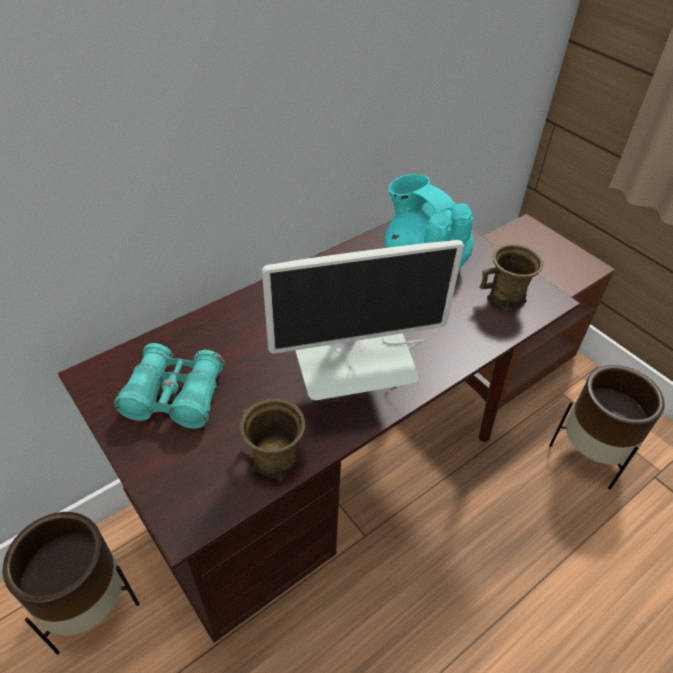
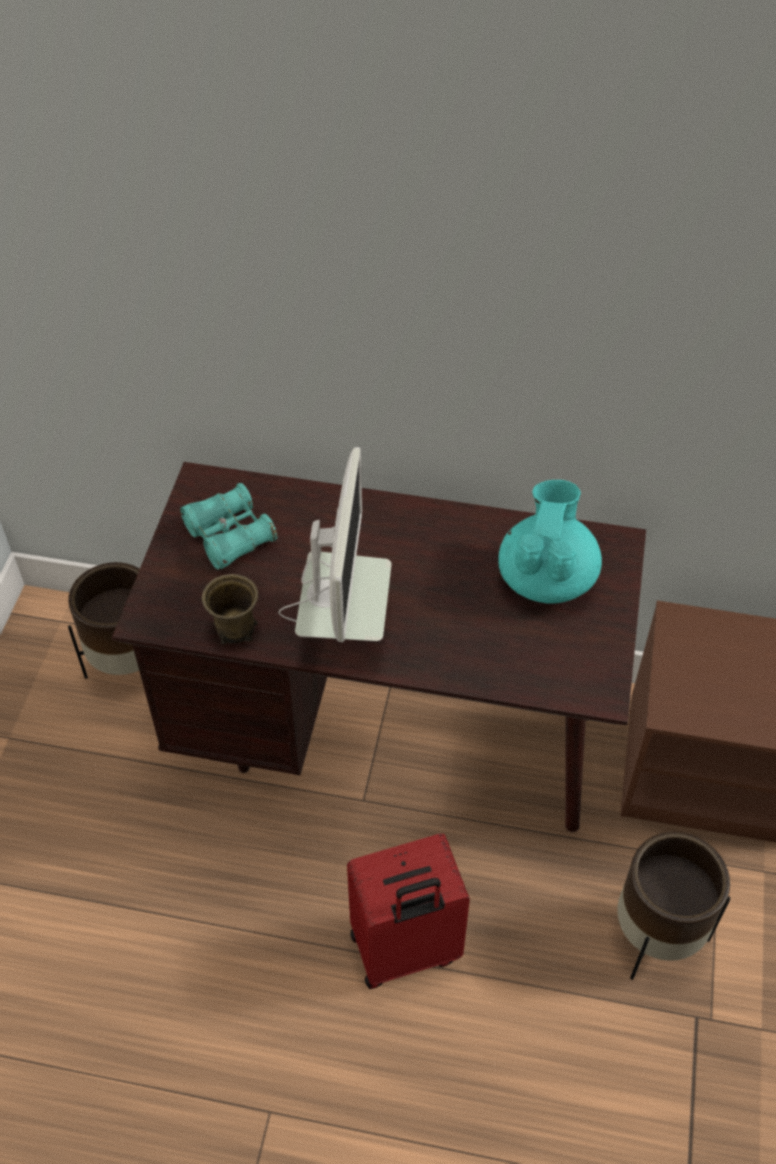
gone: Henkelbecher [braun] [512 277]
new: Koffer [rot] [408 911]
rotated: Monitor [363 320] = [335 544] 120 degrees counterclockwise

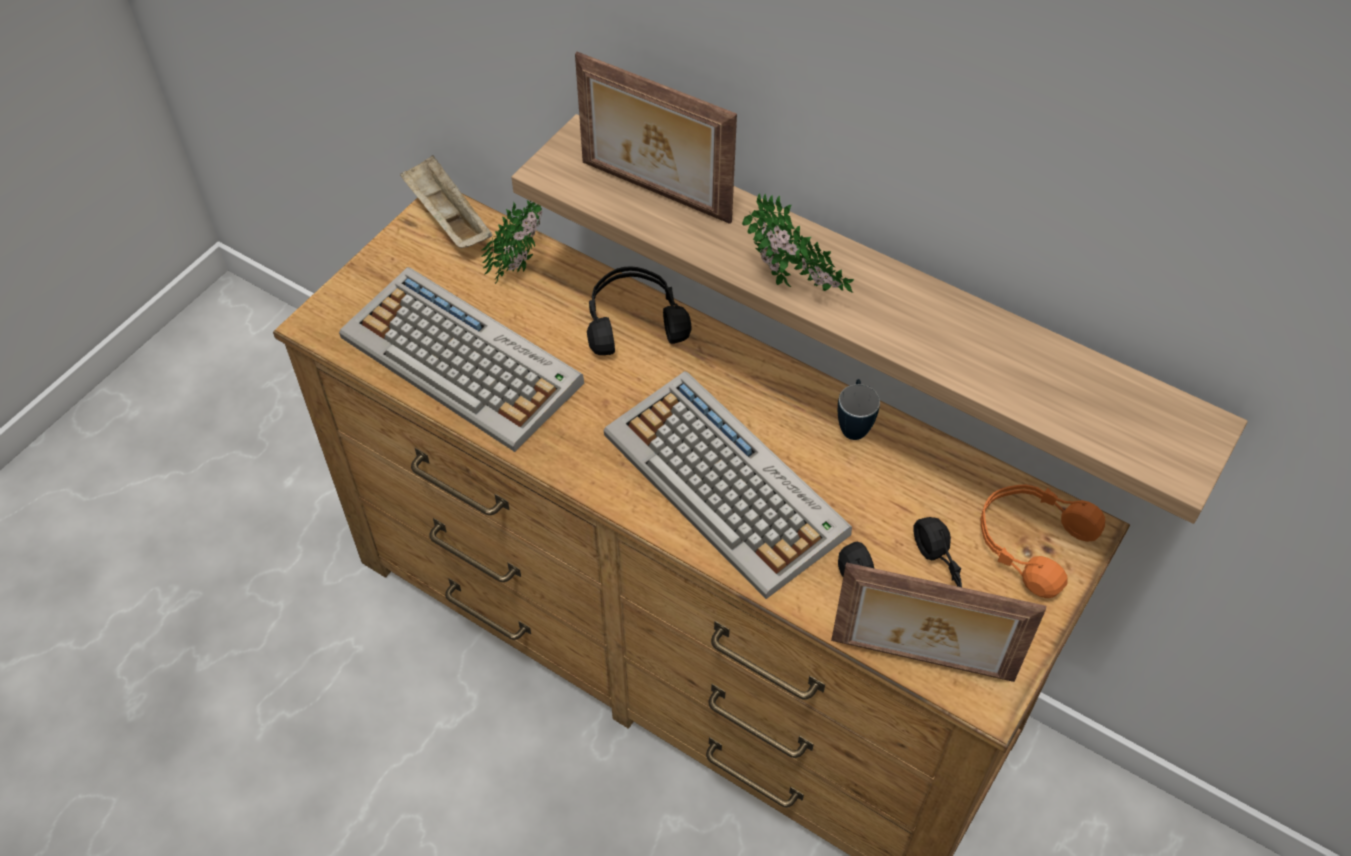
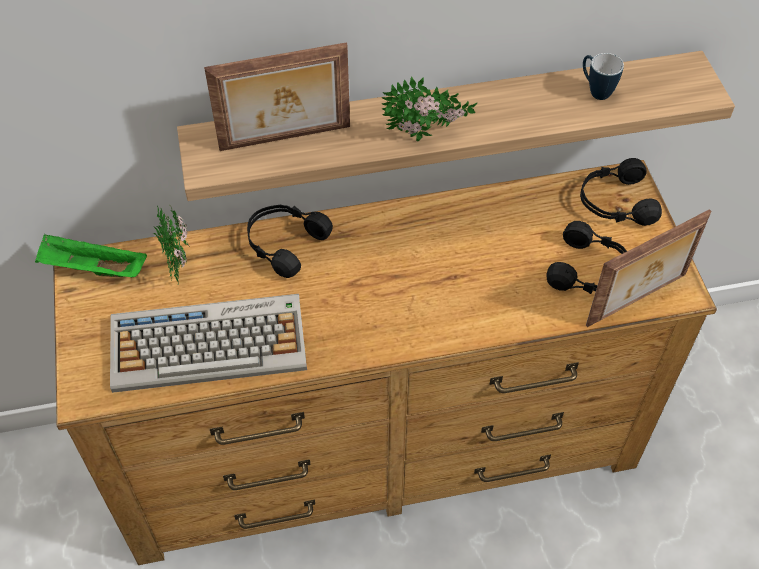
gone: Tastatur [727 485]
shifted: Henkelbecher [859 409] to [603 76]
repainted: Tablett [beige] [446 201] to Tablett [grün] [91 255]; Kopfhörer [orange] [1043 541] to Kopfhörer [schwarz] [621 192]

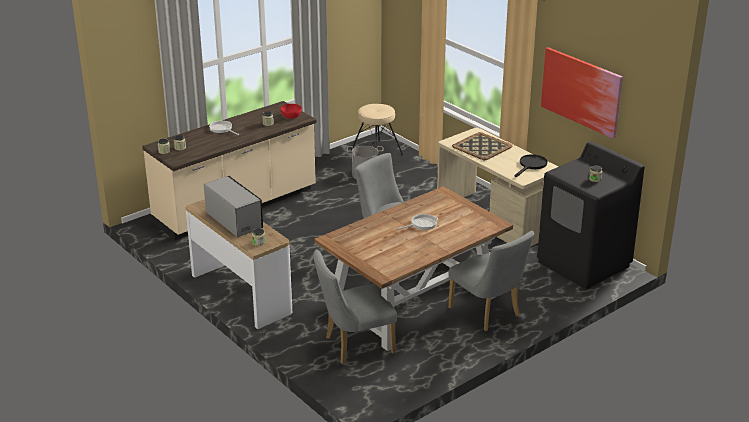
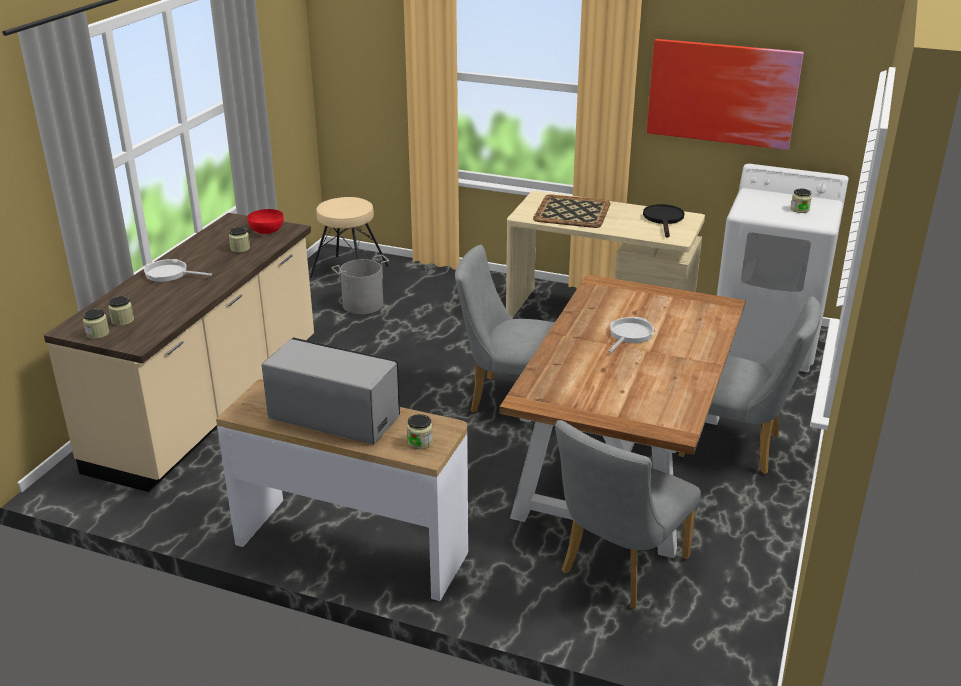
repainted: Waschmaschine [schwarz] [591 215] to Waschmaschine [weiß] [783 268]

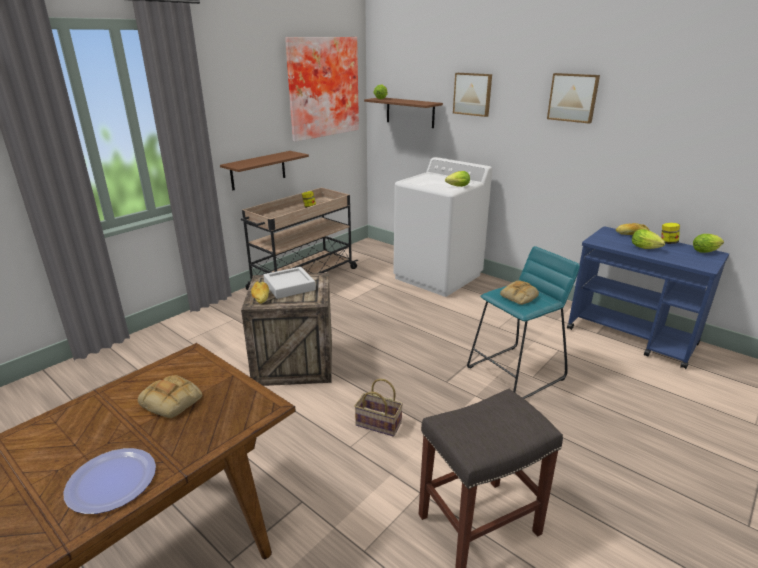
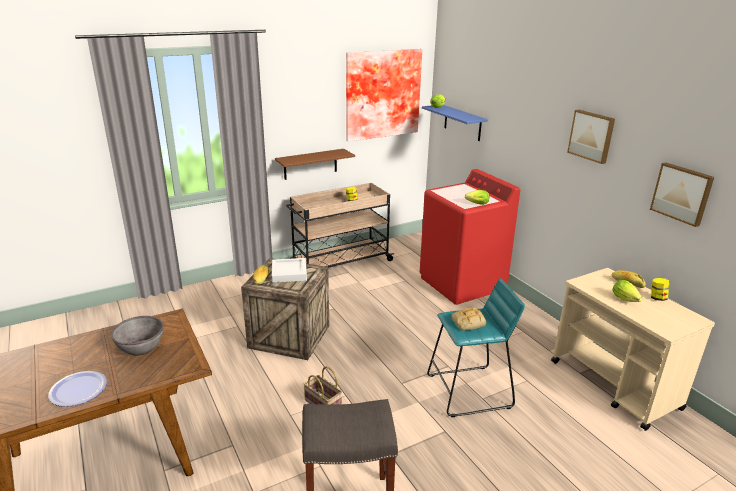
gone: Salatkopf [708 243]
shifted: Bild [472 95] to [682 194]
swapped: Brot [170 397] to Schüssel [grau] [137 336]
repainted: Wandregal [braun] [403 113] to Wandregal [blau] [455 123]; Waschmaschine [weiß] [442 227] to Waschmaschine [rot] [469 237]; Rollwagen [blau] [648 297] to Rollwagen [beige] [633 349]

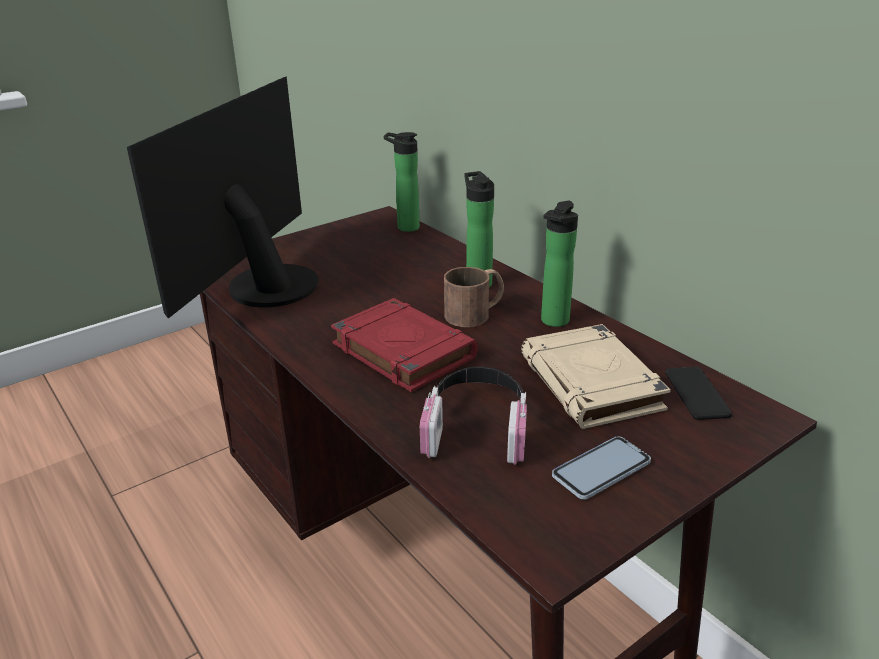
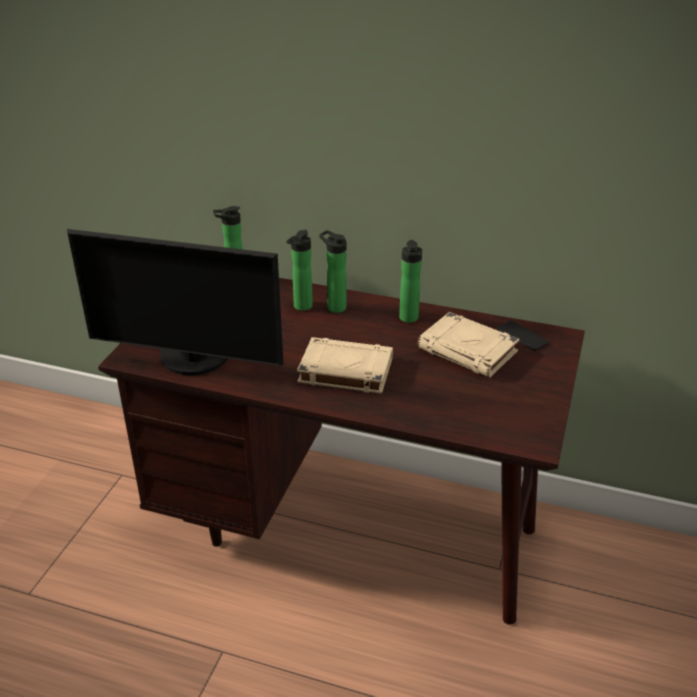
gone: Kopfhörer [473 415]; Henkelbecher [braun] [474 297]; Handy [601 468]
new: Flasche [299 270]
repainted: Buch [rot] [404 345] to Buch [beige] [345 365]
rotated: Monitor [223 197] = [175 302] 60 degrees counterclockwise

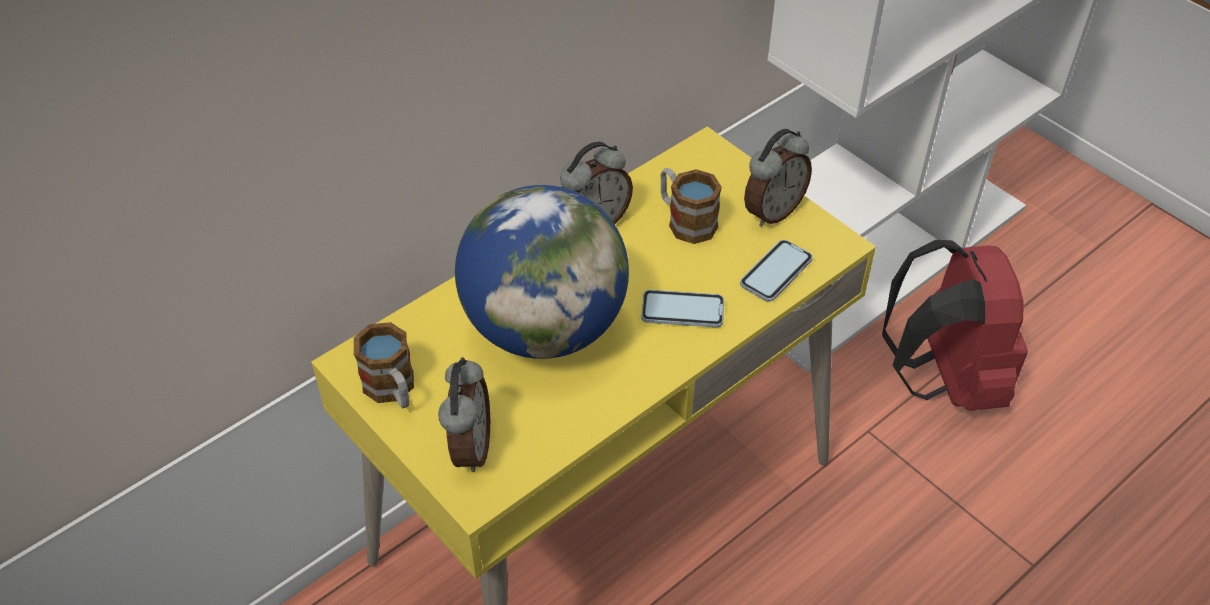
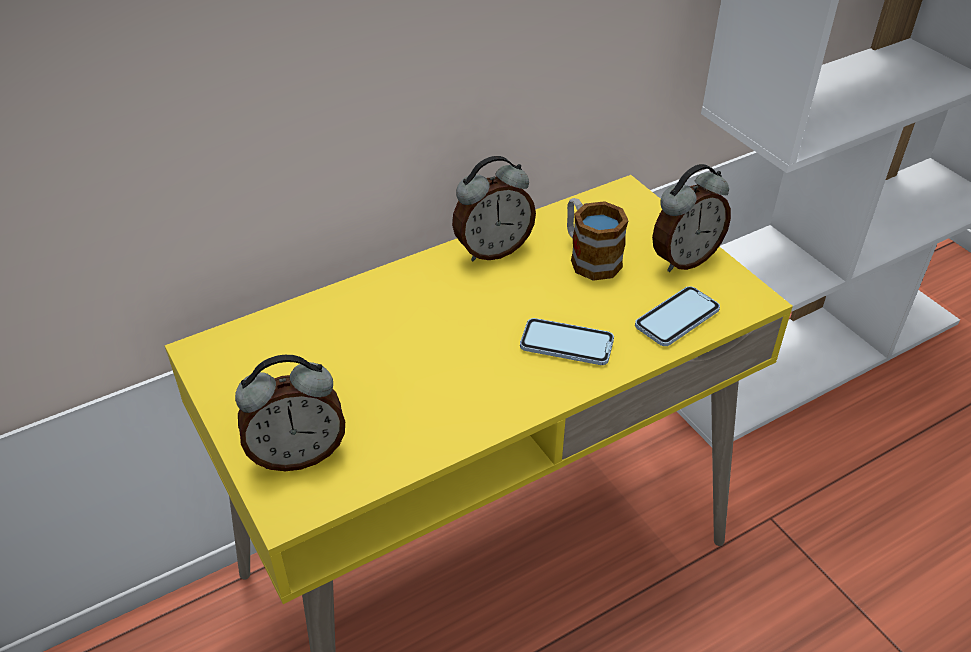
gone: Henkelbecher [384 365]; Globus [542 272]; Rucksack [rot] [955 325]
rotated: Wecker [464 414] = [290 413] 60 degrees clockwise

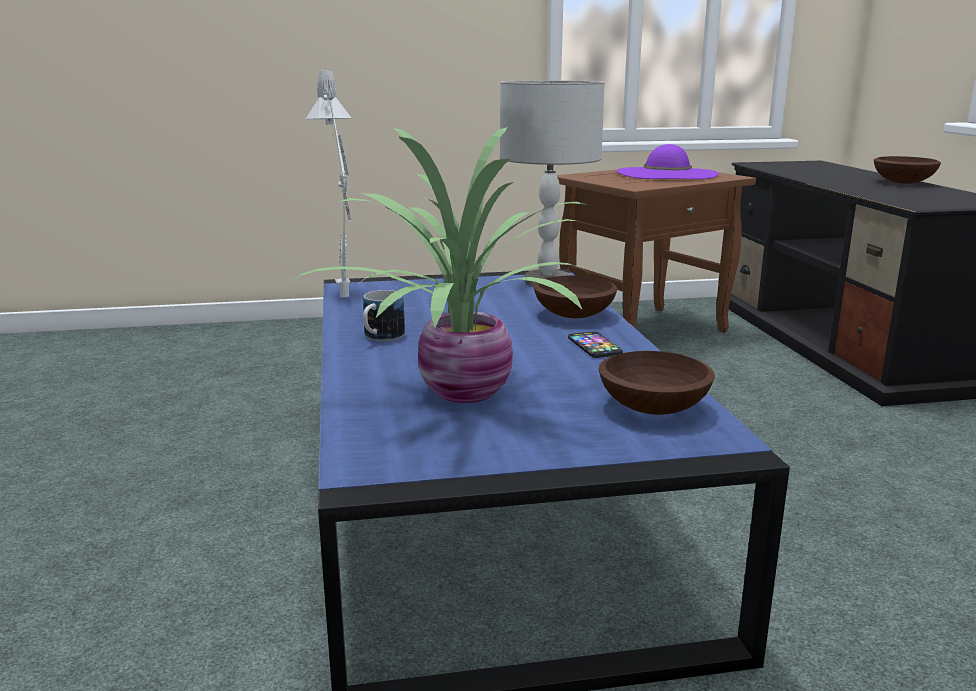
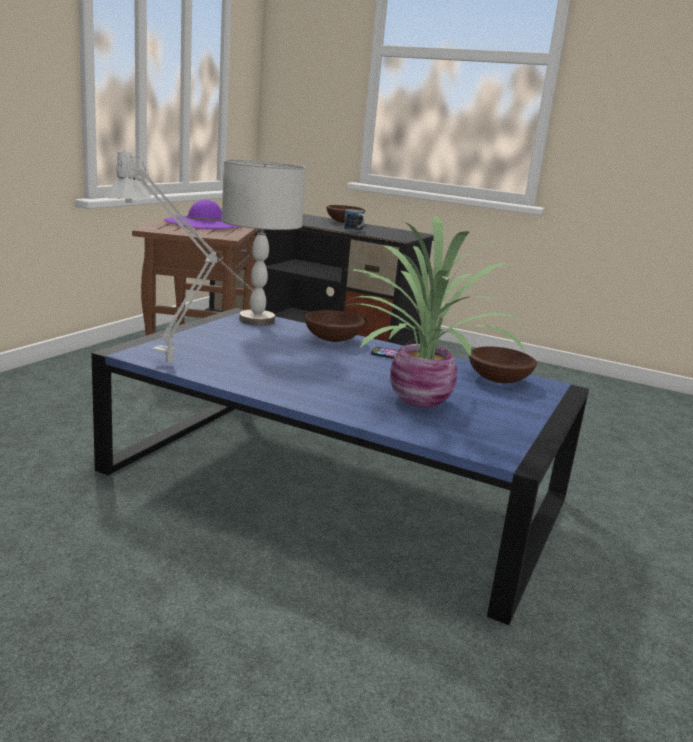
shifted: Henkelbecher [384 315] to [354 220]

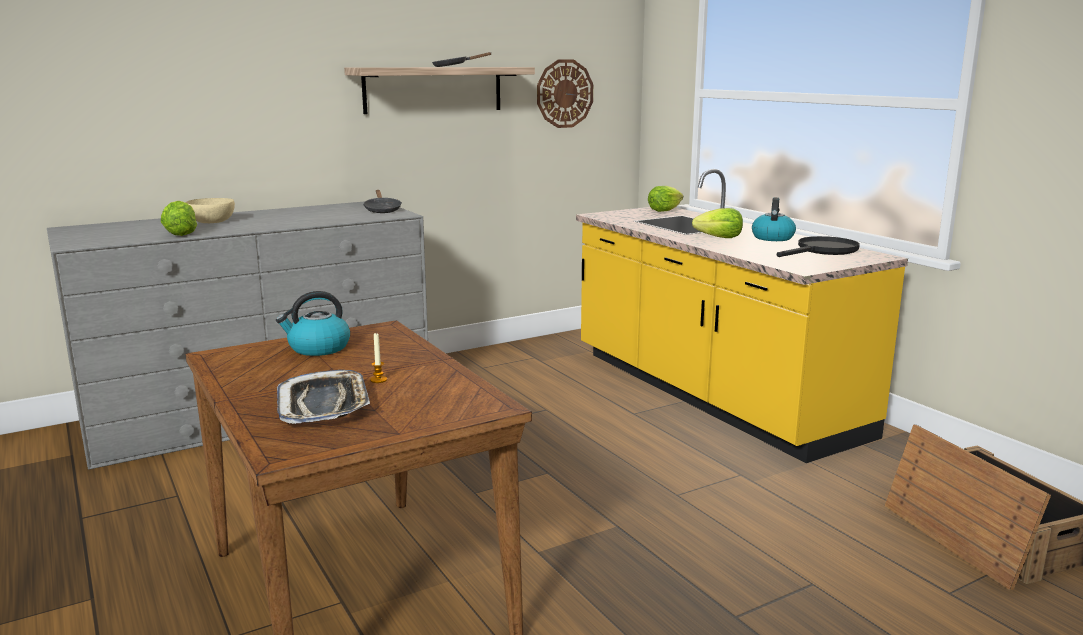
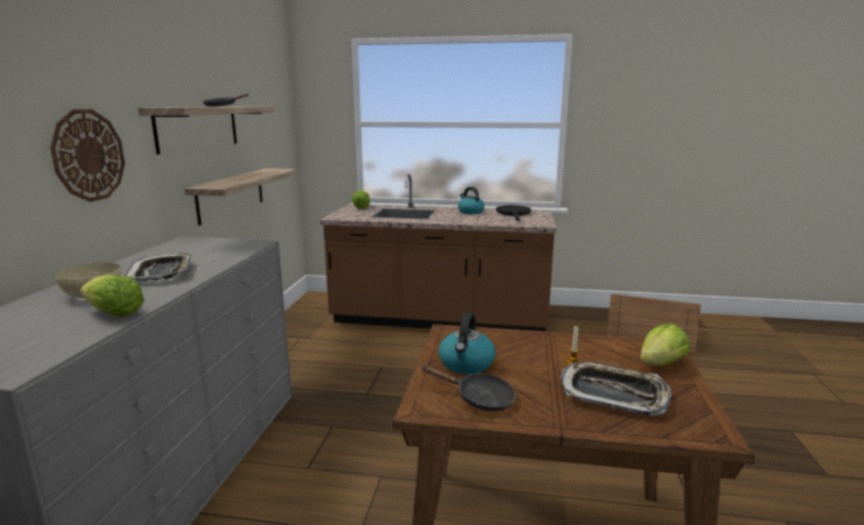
new: Tablett [158 267]; Wandregal [240 197]
shifted: Pfanne [schwarz] [382 201] to [468 388]; Wanduhr [565 93] to [87 155]; Salatkopf [717 223] to [665 344]
repainted: Küchenzeile [gelb] [742 316] to Küchenzeile [braun] [438 252]

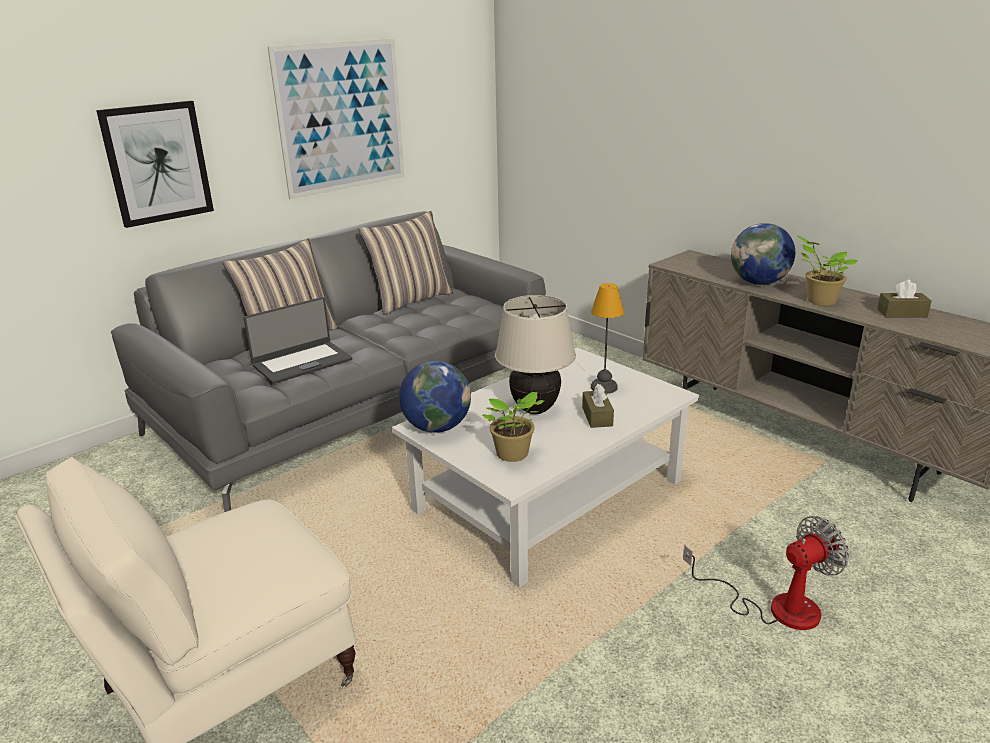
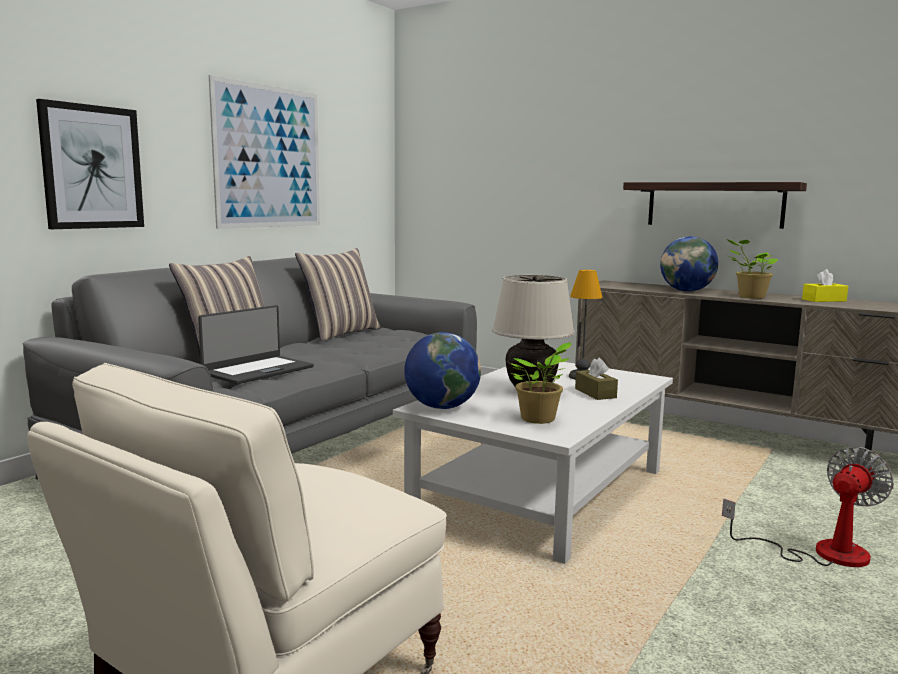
new: Wandregal [715 205]
repainted: Taschentuchbox [braun] [904 299] to Taschentuchbox [gelb] [825 285]

